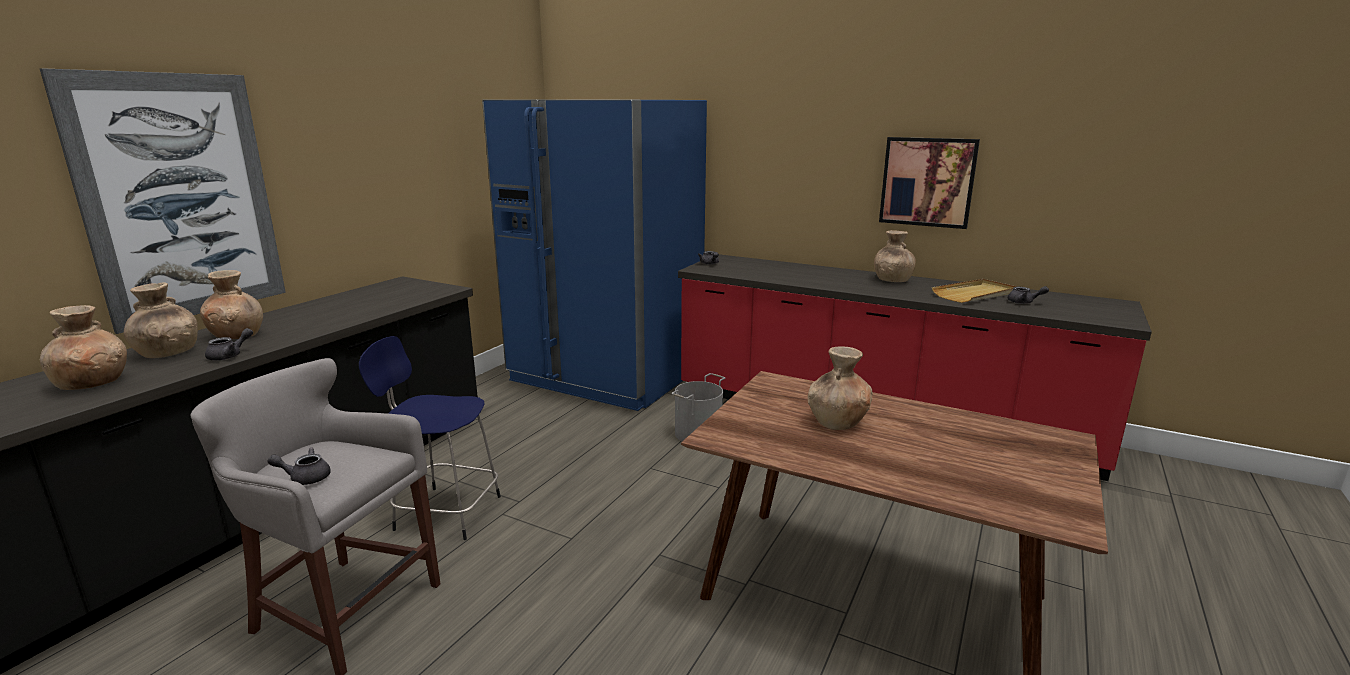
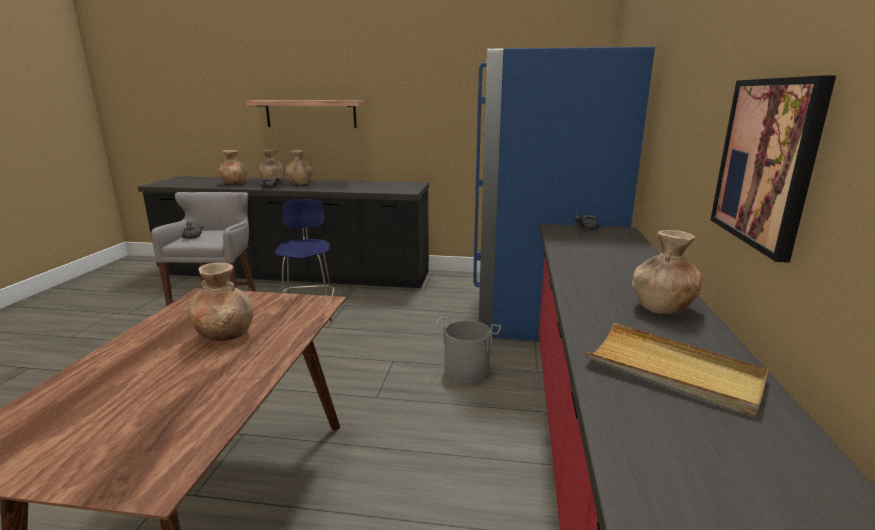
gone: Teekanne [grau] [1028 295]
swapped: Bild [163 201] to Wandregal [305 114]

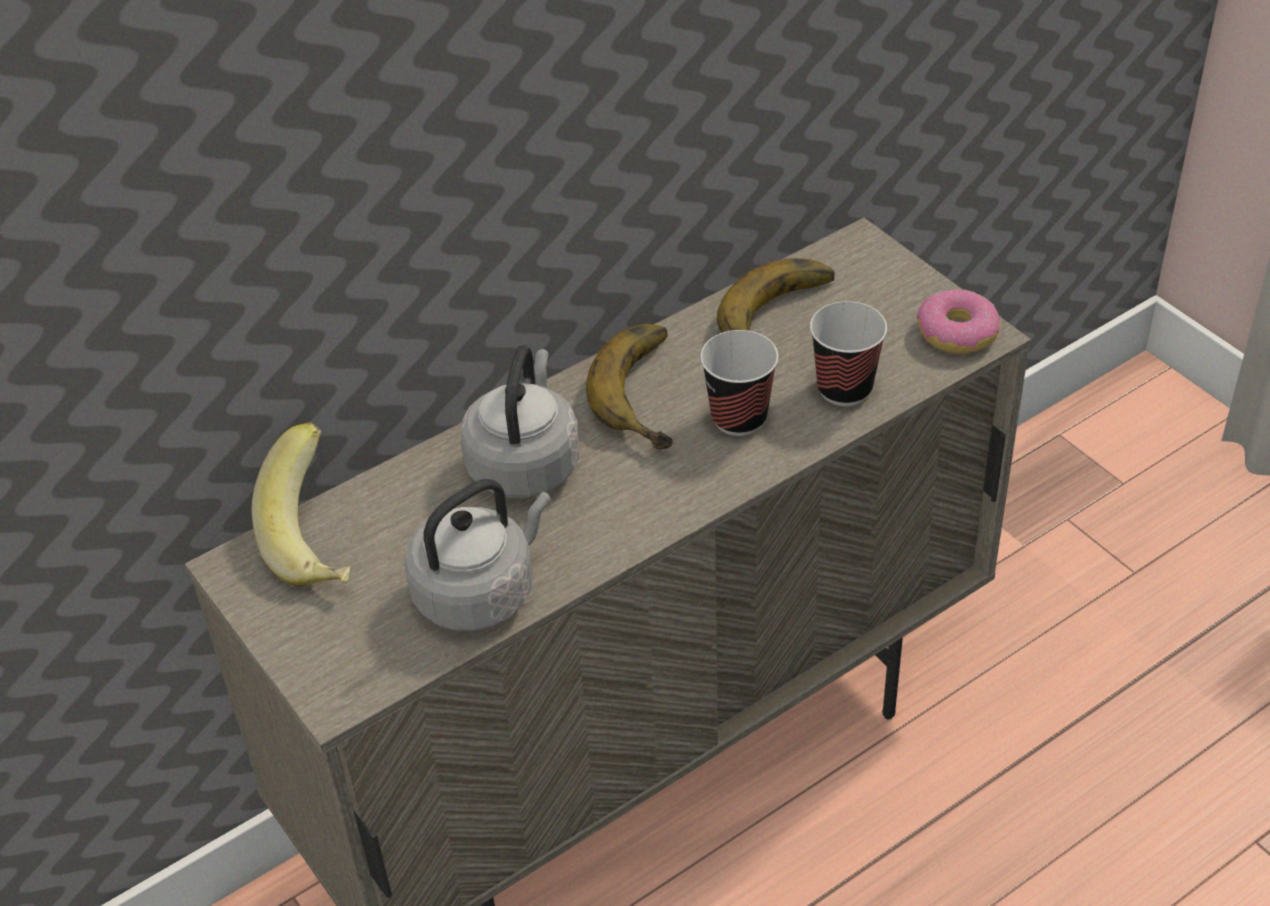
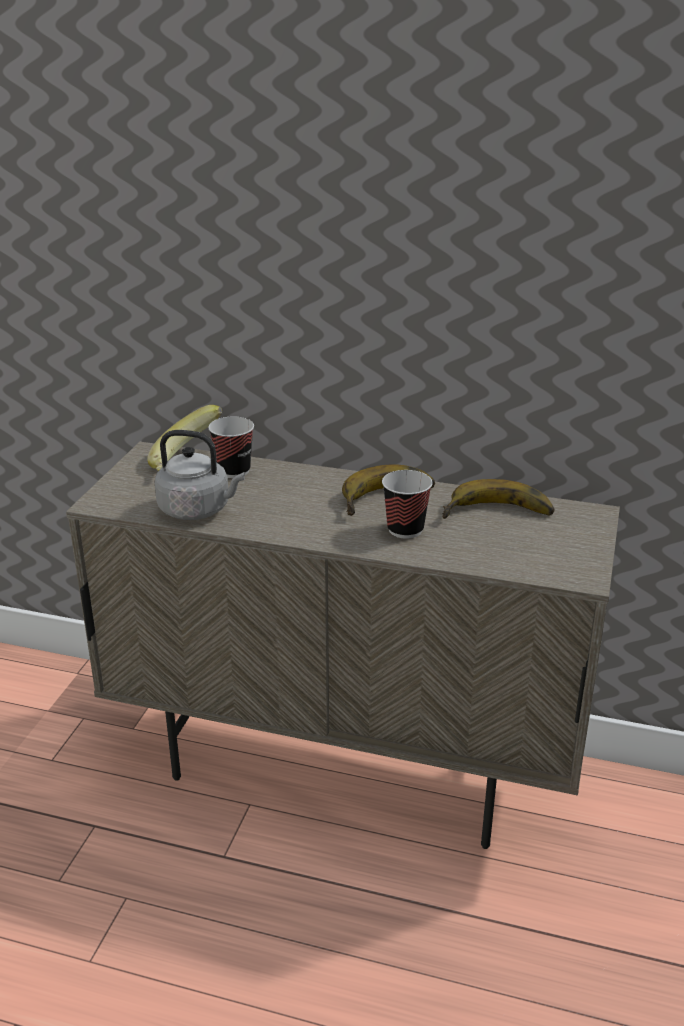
gone: Wasserkessel [grau] [519 421]; Donut [958 321]
shifted: Tasse [848 353] to [231 447]

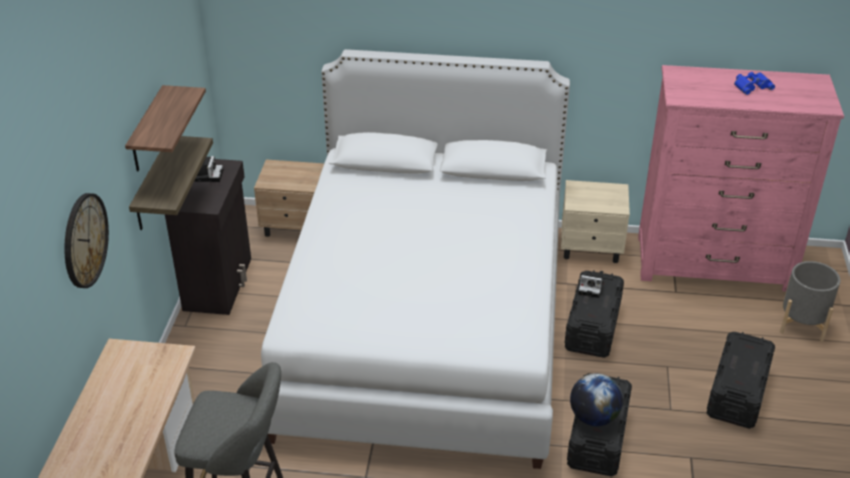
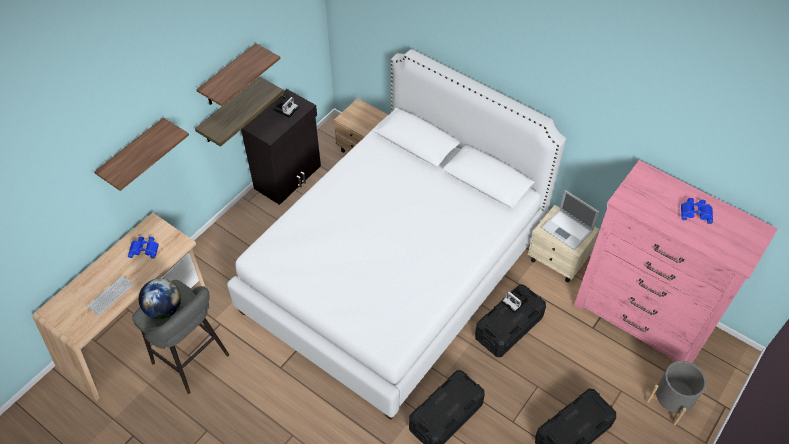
new: Tastatur [110 295]; Fernglas [blau] [143 247]; Laptop [570 220]
shifted: Globus [596 399] to [160 298]
swapped: Wanduhr [86 240] to Wandregal [141 154]

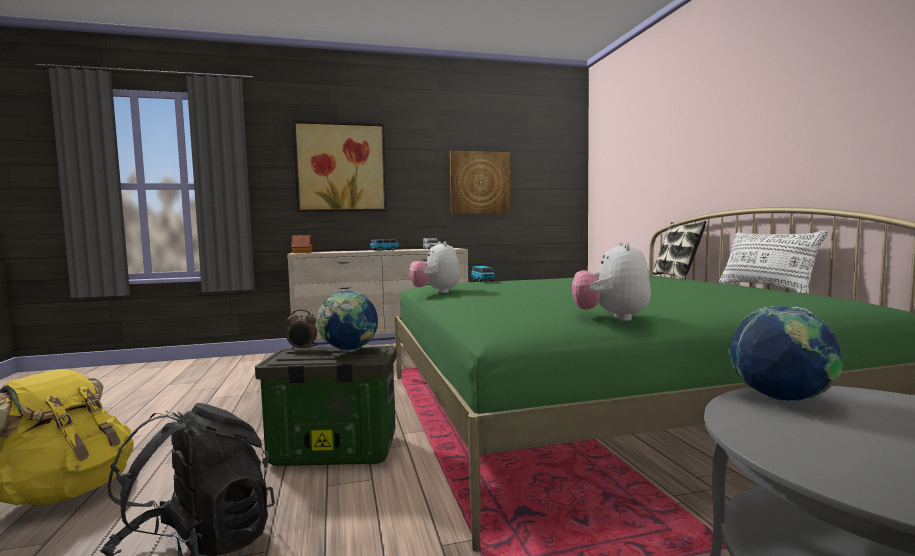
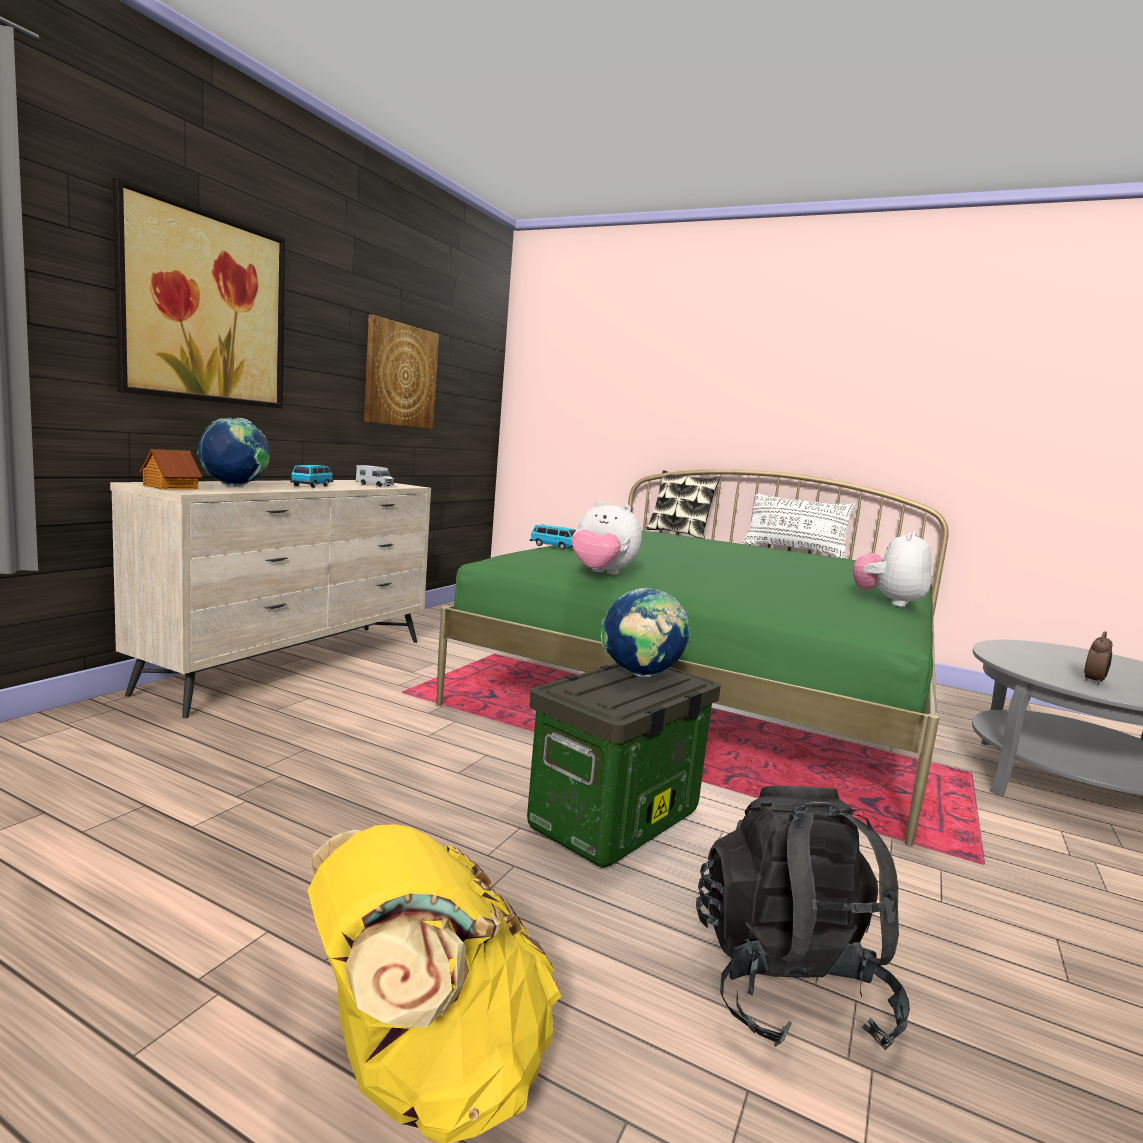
shifted: Wecker [301 330] to [1098 658]; Globus [785 354] to [233 452]
rotated: Plüschtier [611 281] = [892 569] 75 degrees clockwise

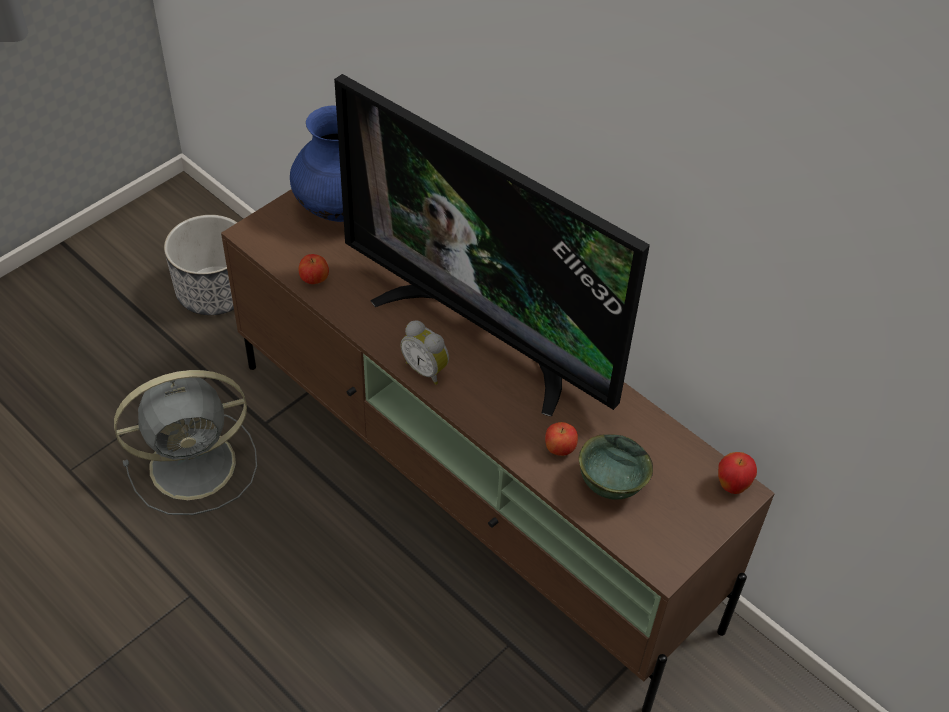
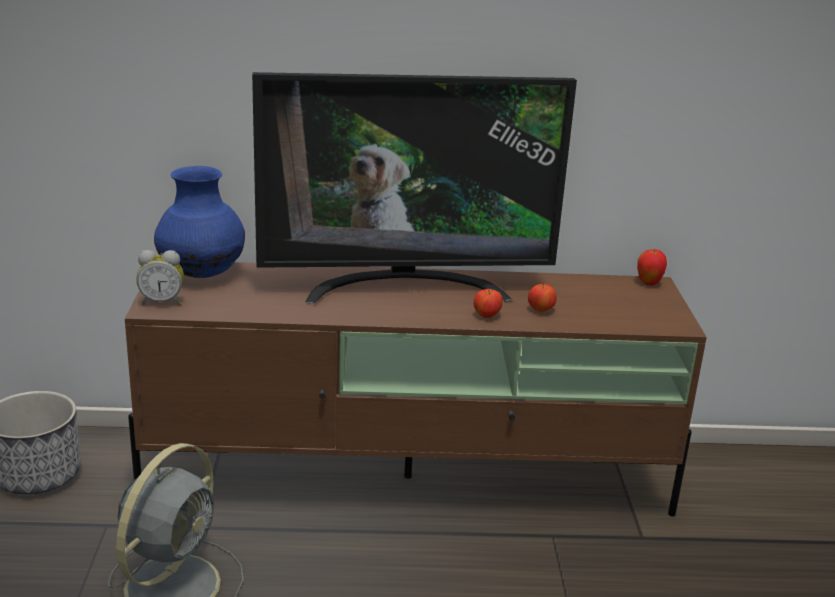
gone: Schüssel [grün] [616 467]
shifted: Apfel [314 269] to [488 303]; Wecker [424 352] to [160 277]

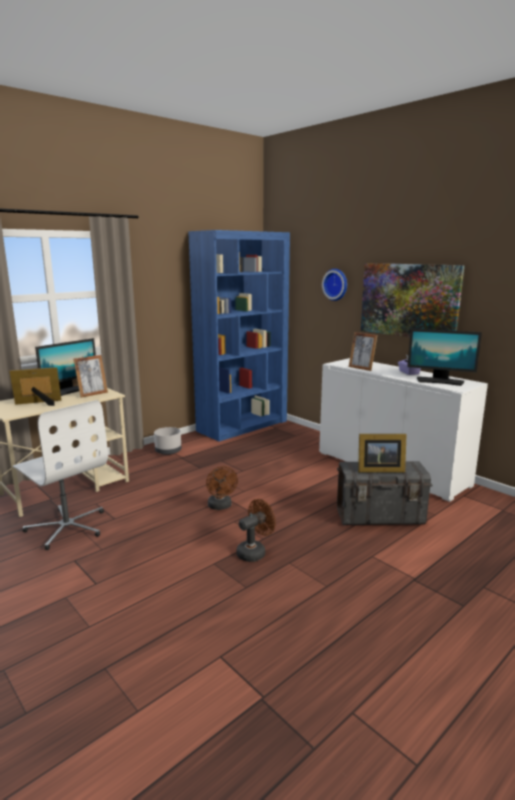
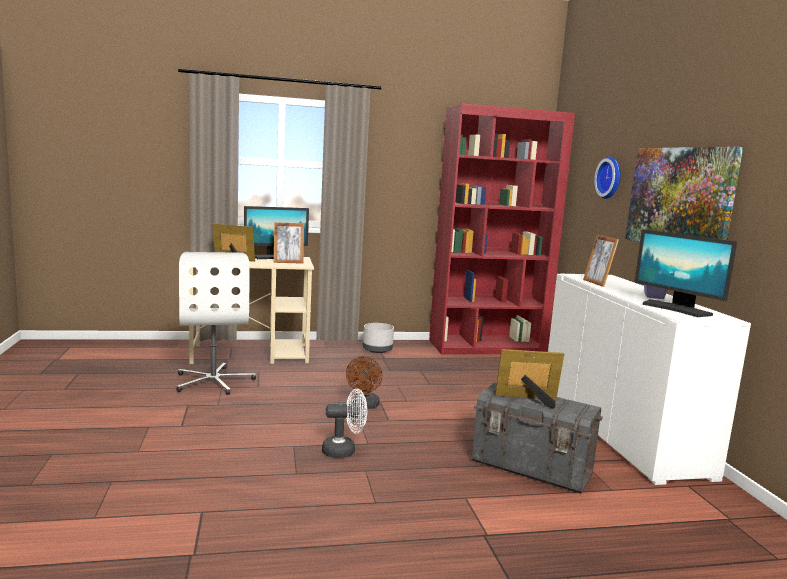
repainted: Bücherregal [blau] [239 336] to Bücherregal [rot] [502 229]; Ventilator [braun] [256 530] to Ventilator [weiß] [344 423]
rotated: Bilderrahmen [382 453] = [529 379] 150 degrees clockwise

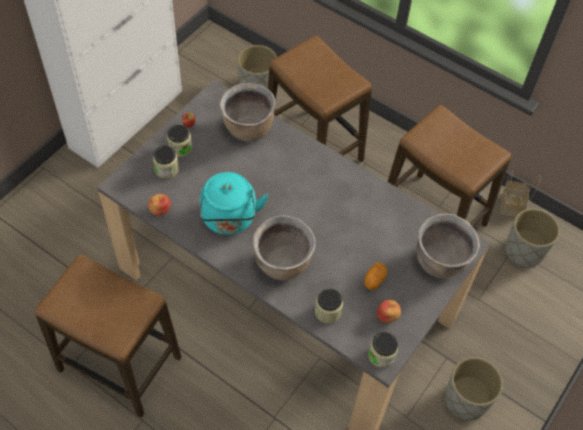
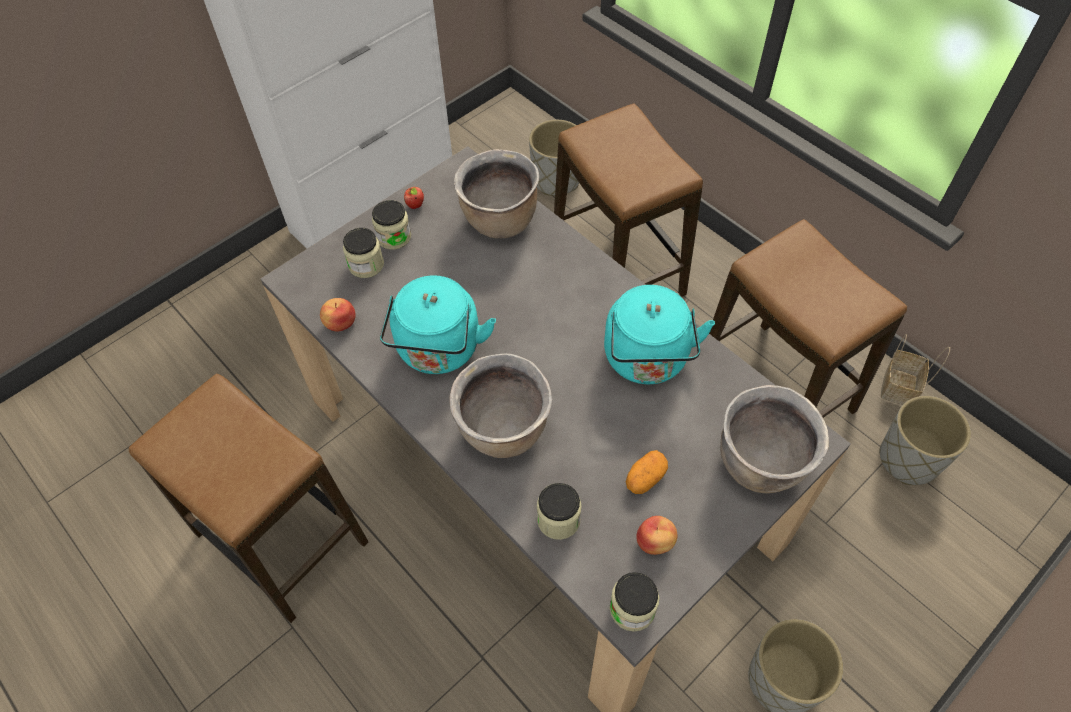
new: Wasserkessel [türkis] [659 334]

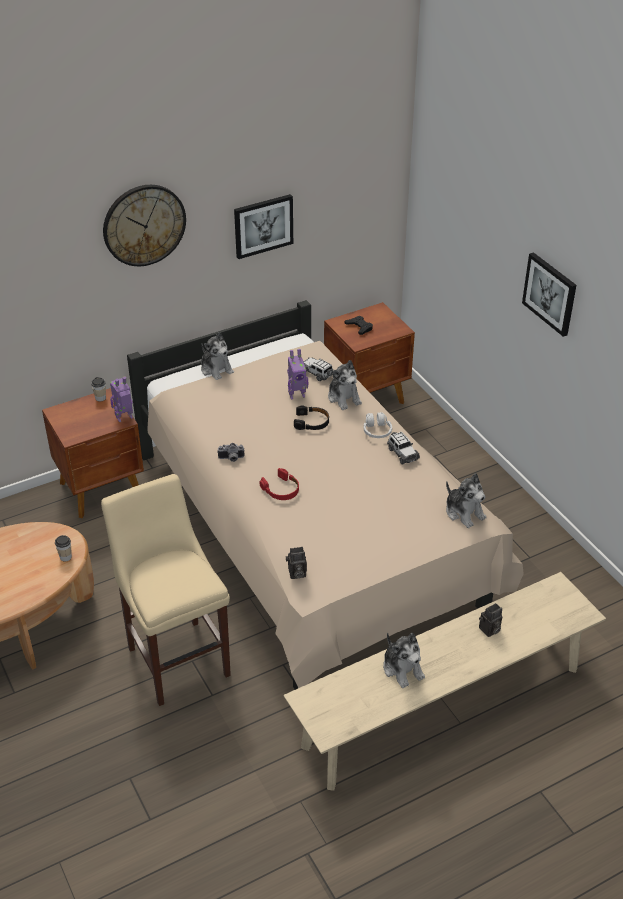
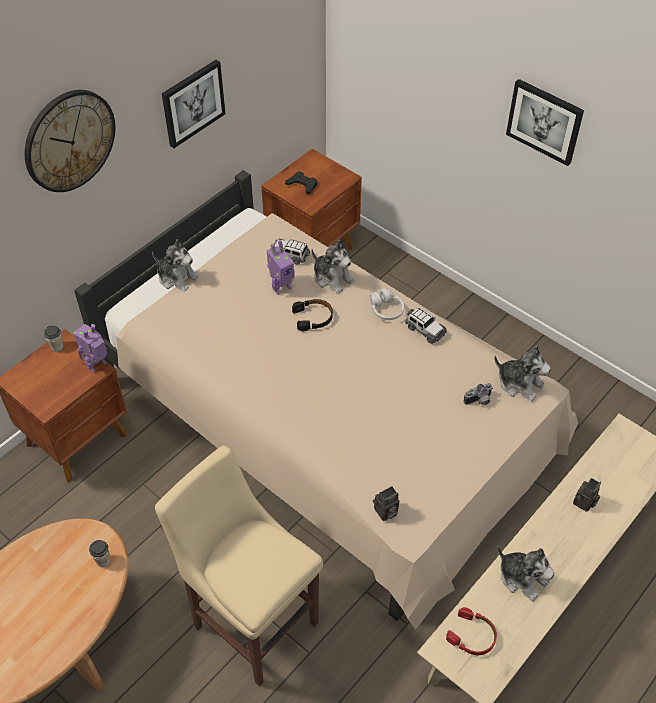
shifted: Kamera [231 452] to [478 394]; Kopfhörer [rot] [279 484] to [471 631]

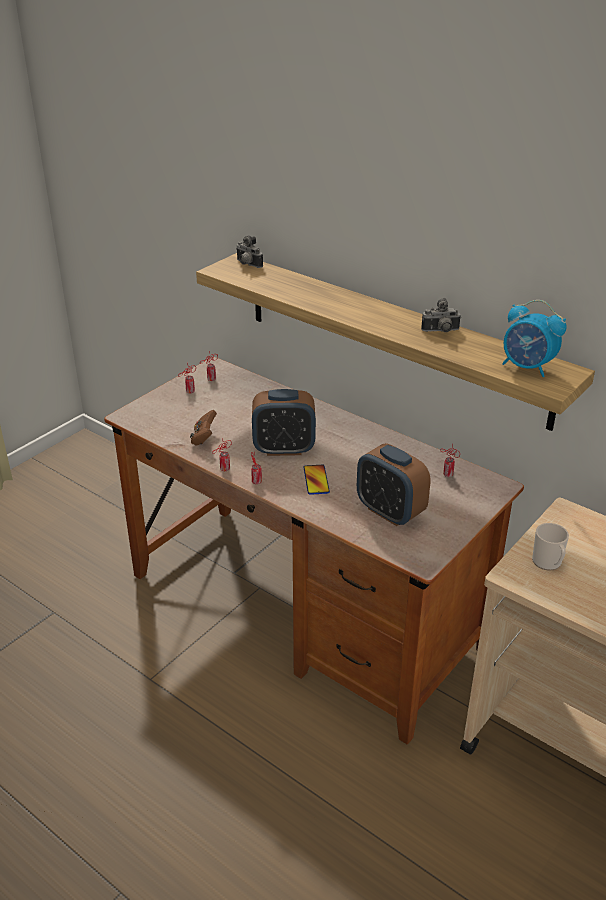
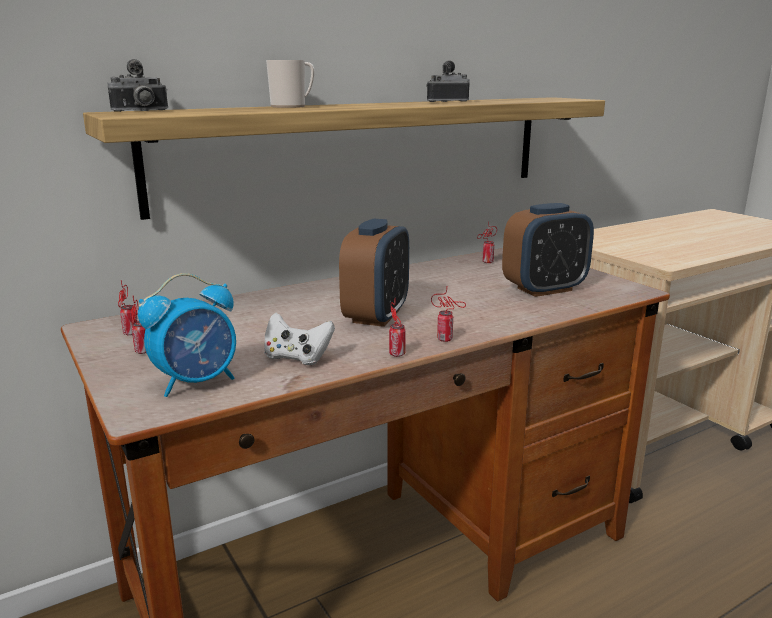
gone: Handy [317 480]
shifted: Wecker [534 338] to [187 335]; Henkelbecher [550 547] to [290 84]
repainted: Gamepad [braun] [203 428] to Gamepad [weiß] [299 339]
rotated: Kamera [441 315] = [448 81] 120 degrees counterclockwise

